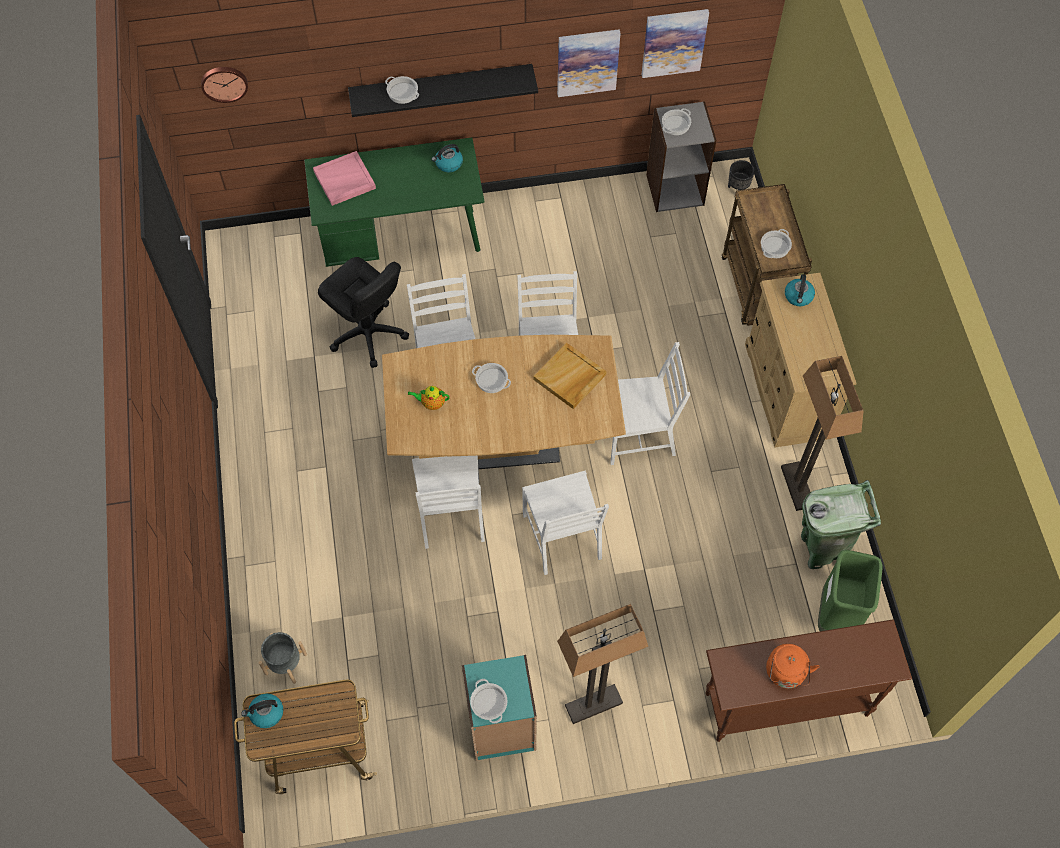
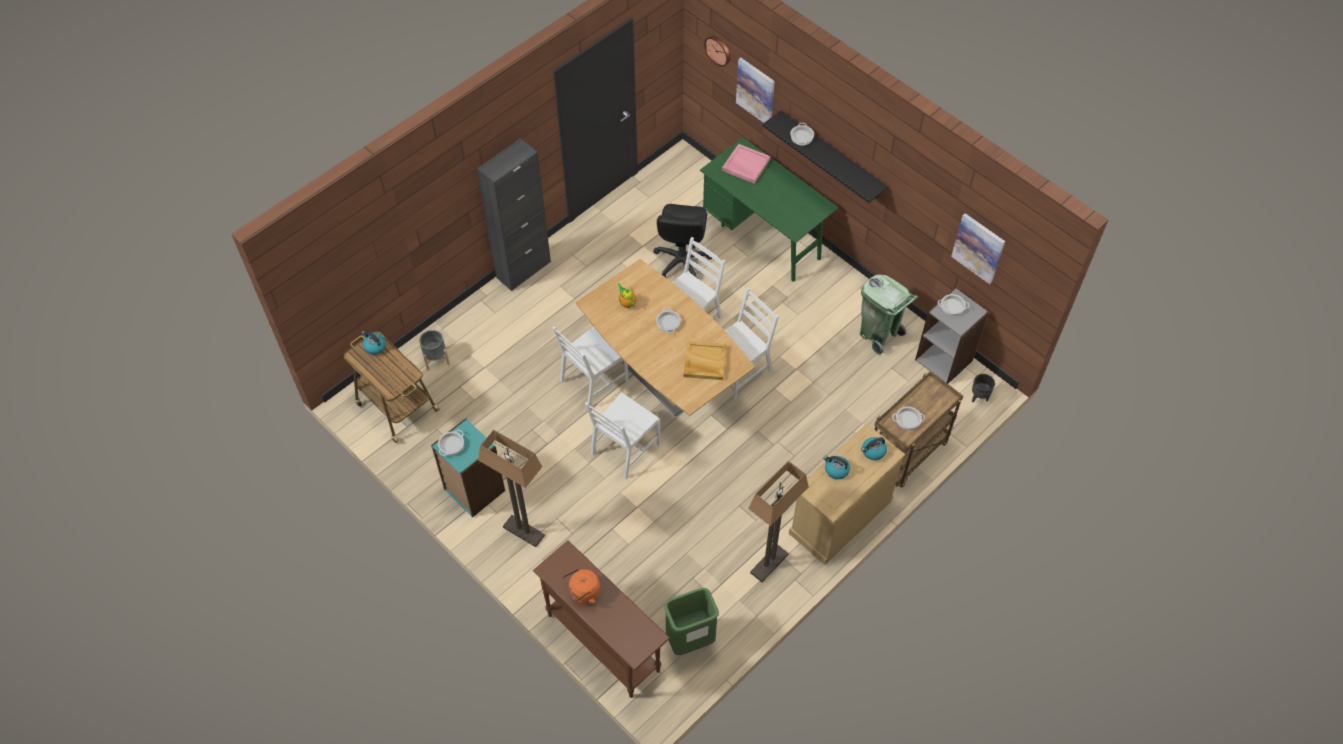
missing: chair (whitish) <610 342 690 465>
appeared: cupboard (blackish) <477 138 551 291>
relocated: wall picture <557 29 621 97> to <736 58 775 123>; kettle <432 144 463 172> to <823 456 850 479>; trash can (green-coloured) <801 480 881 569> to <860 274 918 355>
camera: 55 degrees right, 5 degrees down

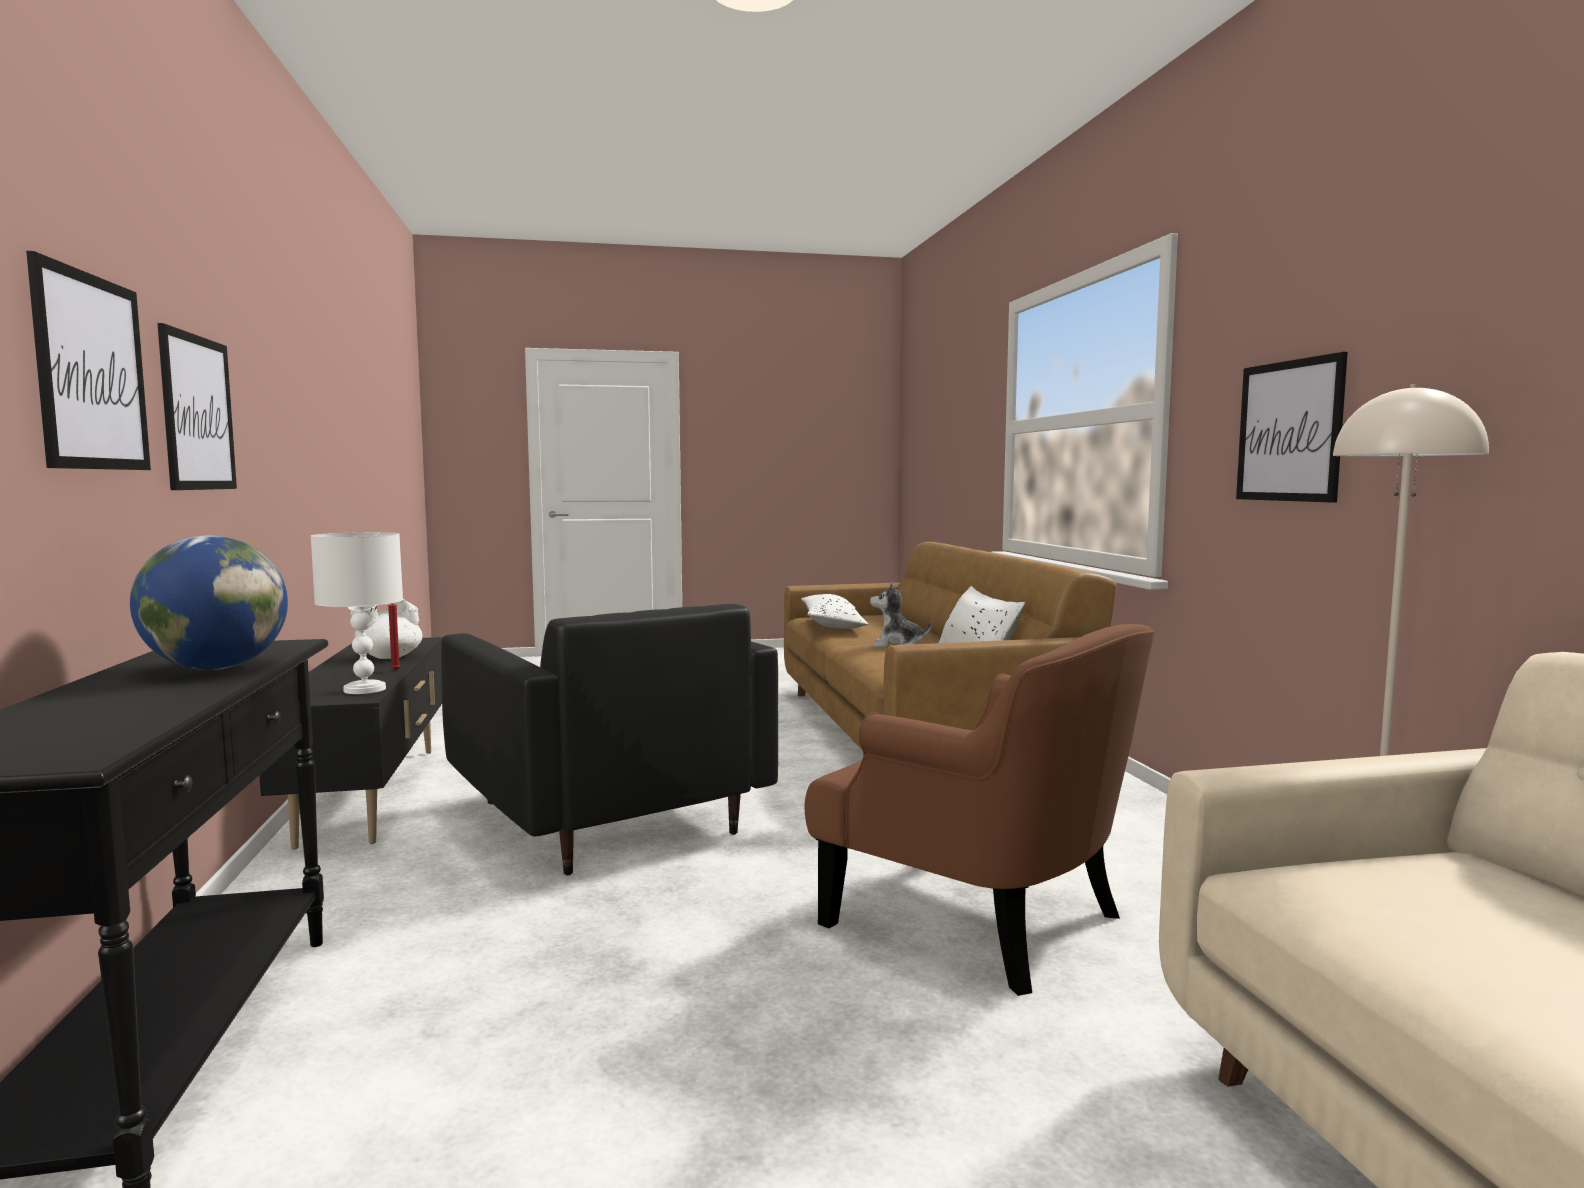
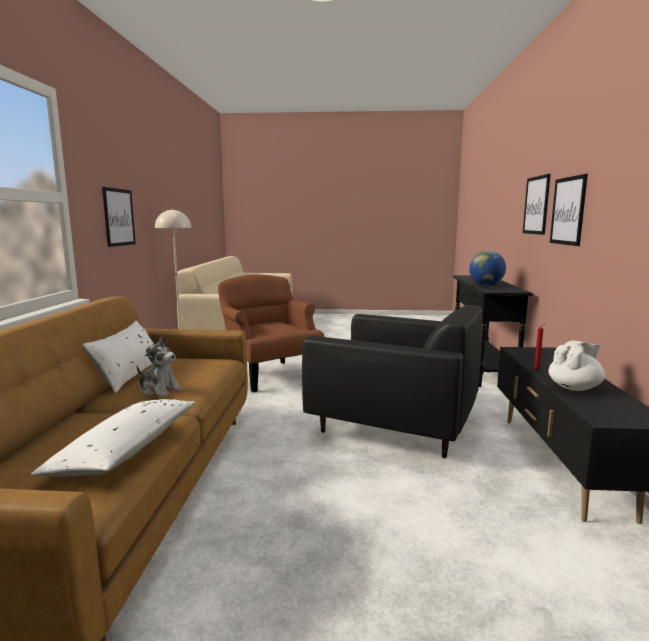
missing: table lamp (whitish) <311 532 403 694>
spun: armchair (blackish) <441 604 778 875> = <302 305 483 458> 135 degrees clockwise
camera: 165 degrees left, 5 degrees up

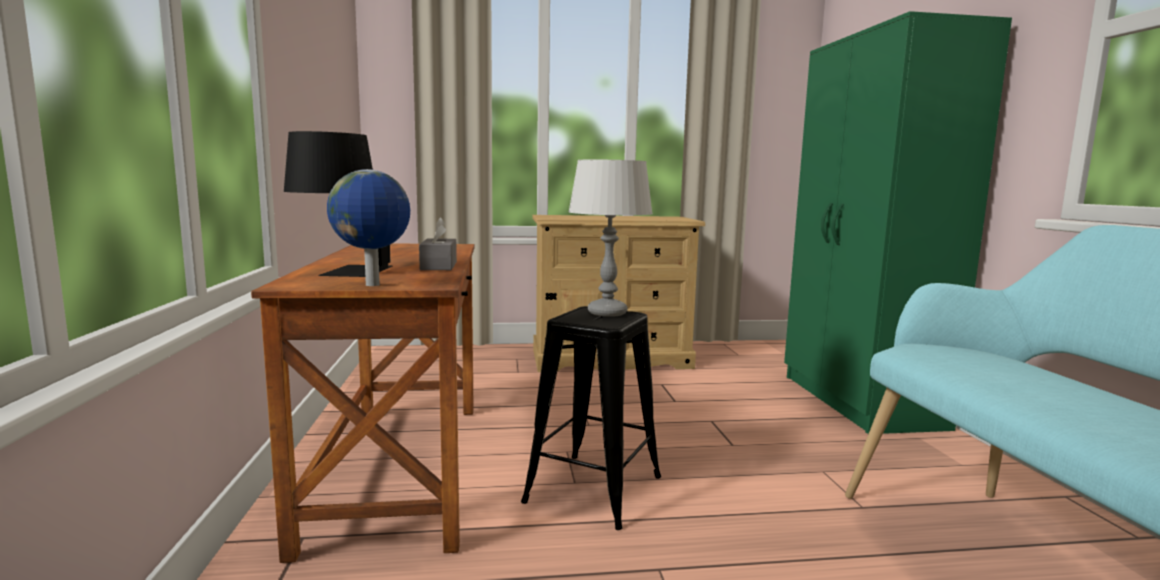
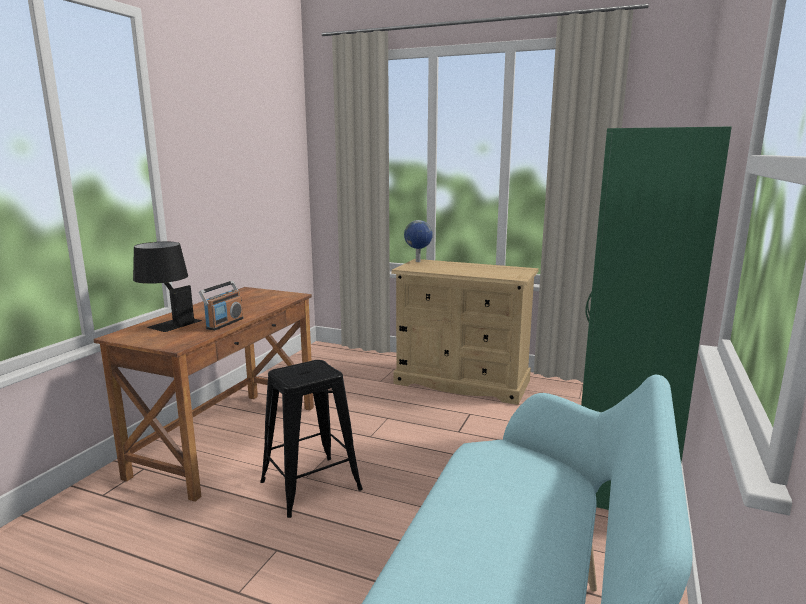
missing: table lamp (grey) <568 159 653 317>
relocated: desk globe <327 169 410 286> to <404 220 433 262>
exchanged: box of tissues (grey) <419 217 457 270> to radio <199 281 244 330>
camera: 30 degrees right, 5 degrees up

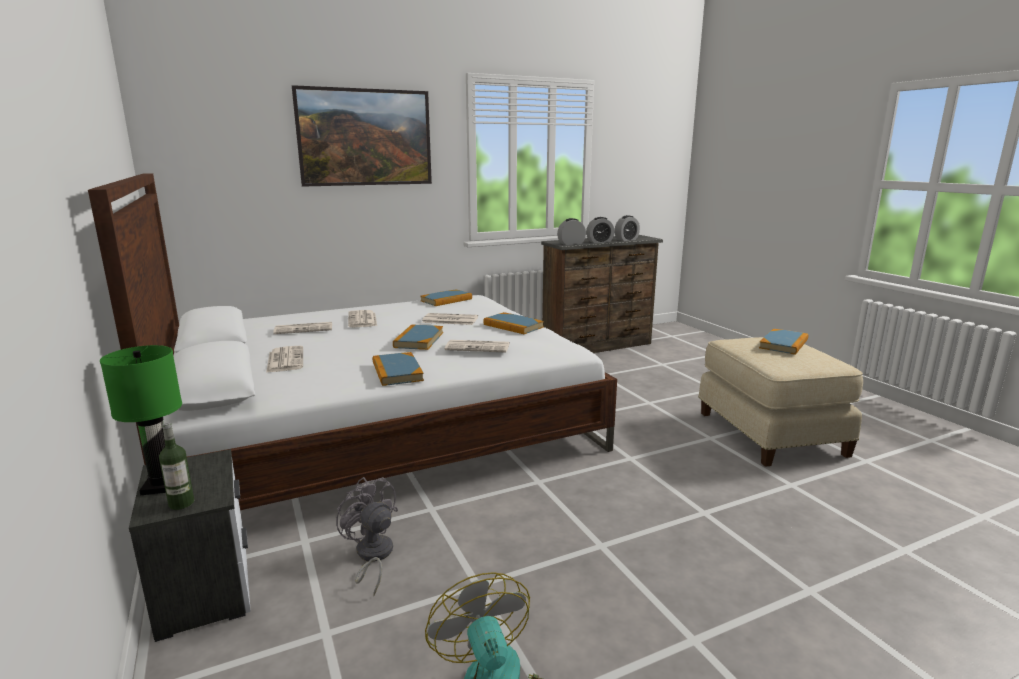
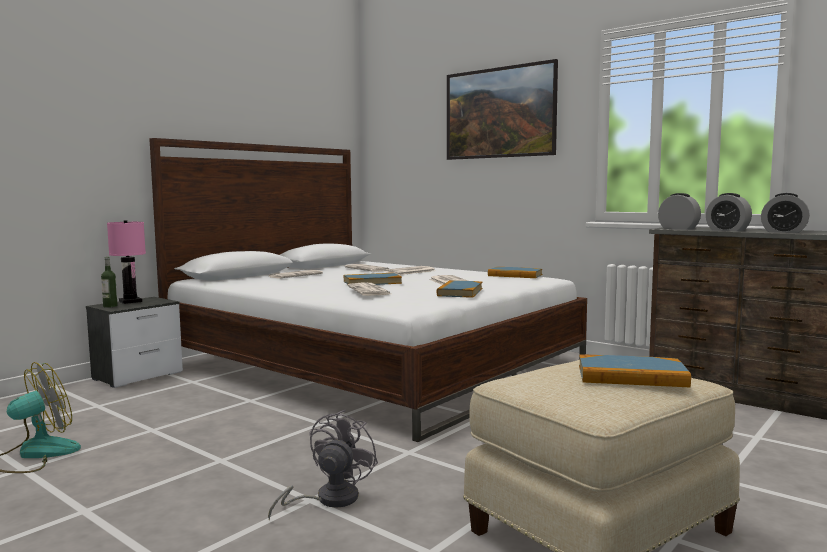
missing: book <373 352 424 386>
relocated: electric fan (grey) <336 477 398 596> to <268 410 378 521>
colour: table lamp (green-coloured) <100 345 182 495> to table lamp (pink) <107 220 146 304>
camera: 65 degrees right, 10 degrees down

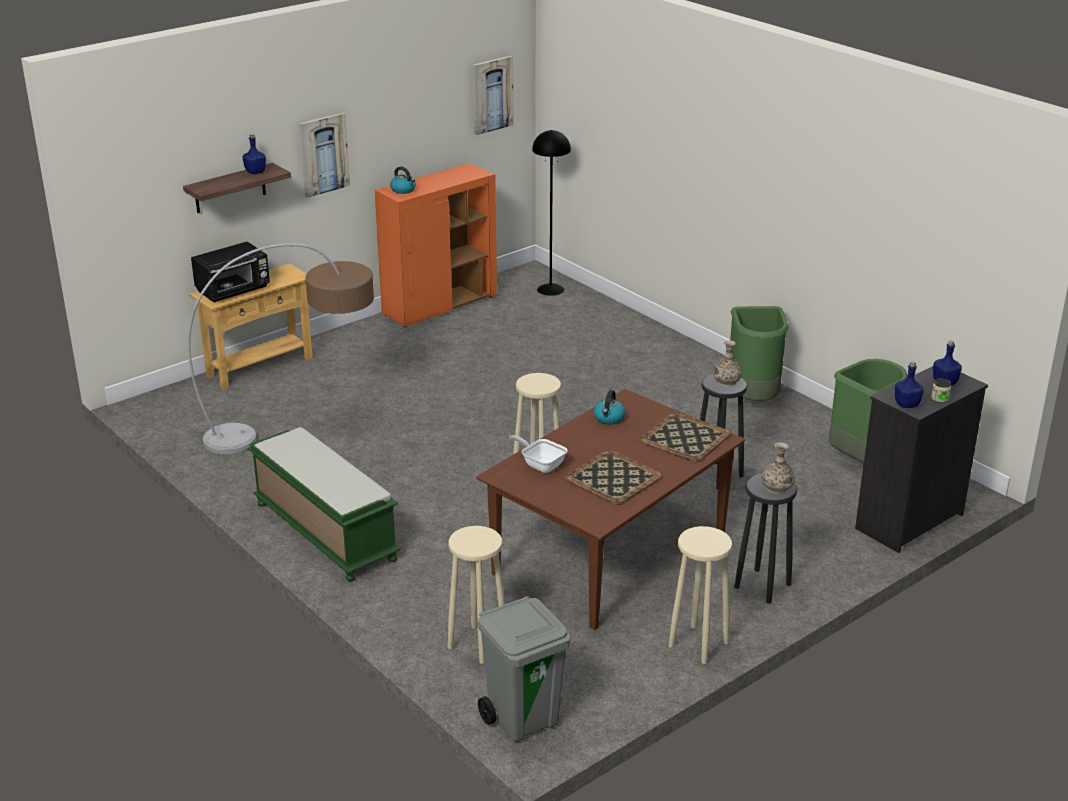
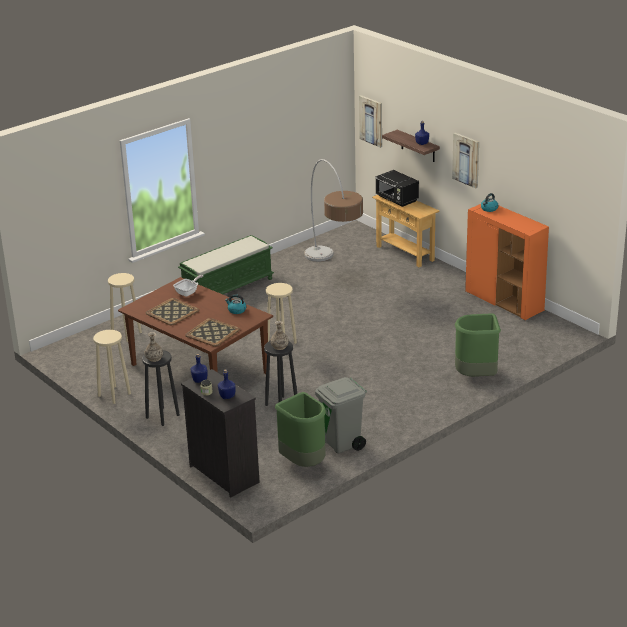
missing: floor lamp (blackish) <532 130 571 296>
relocated: trash can (grey) <478 596 570 742> to <315 377 367 454>; wall picture <473 56 514 135> to <359 95 382 148>; trash can (green-coloured) <730 306 788 401> to <455 313 501 377>
camera: 90 degrees right, 0 degrees up

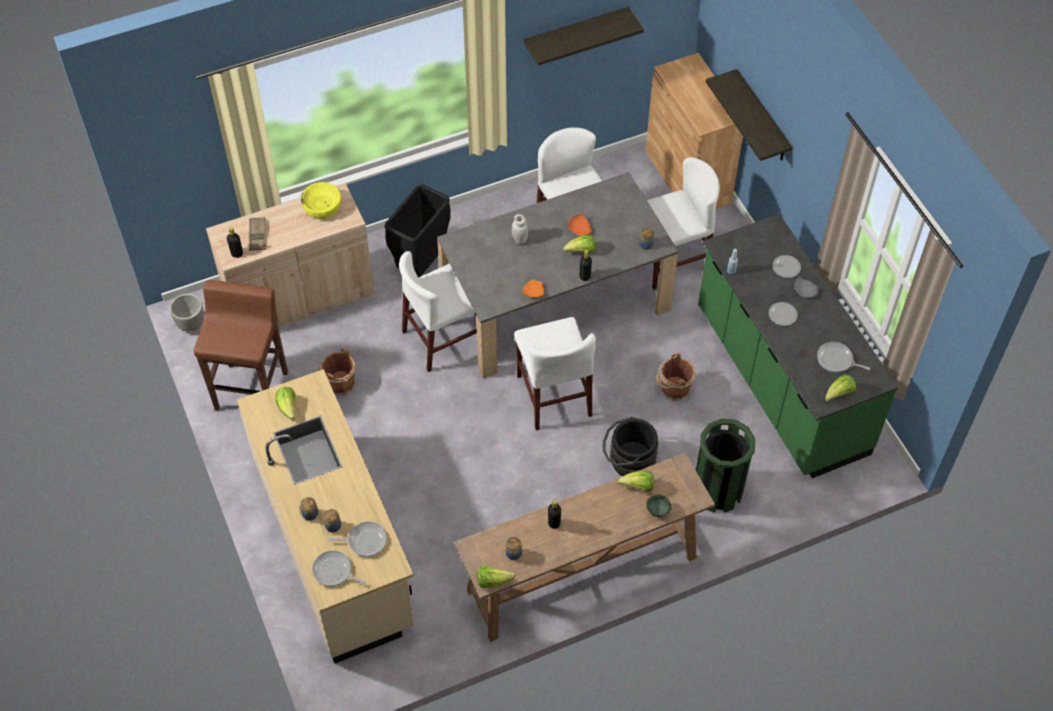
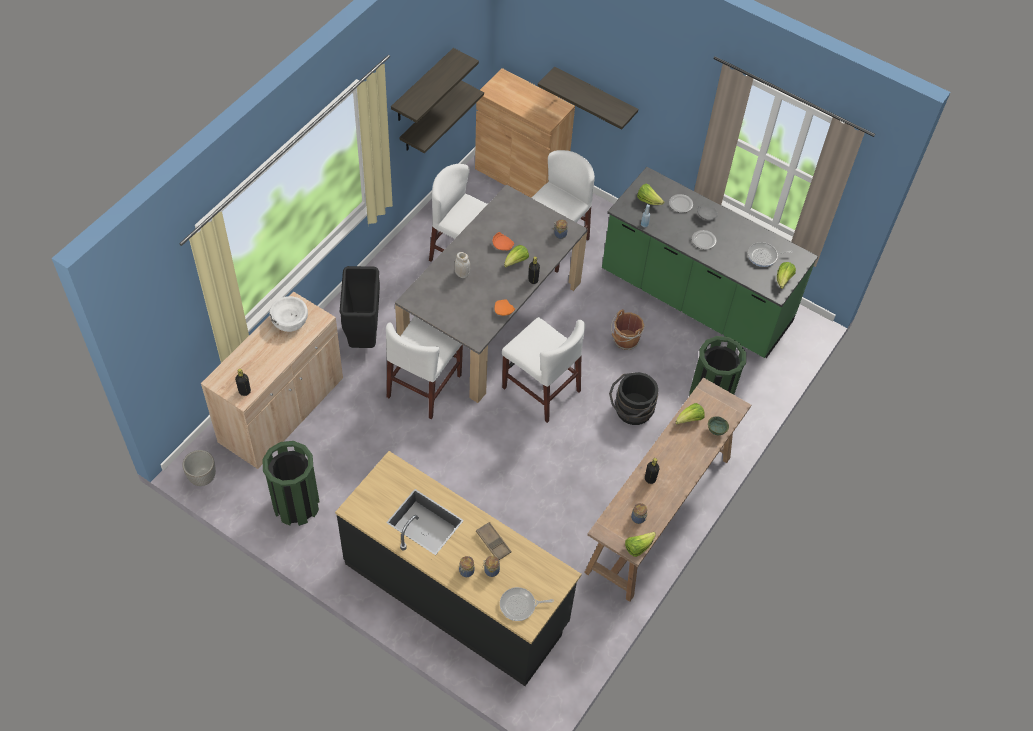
missing: water bucket (brownish) <318 348 356 395>; frying pan <328 522 387 557>
appeared: bracket shelf <400 80 484 153>
relocated: carrying tray (brownish) <249 217 266 251> to <476 522 511 560>; lettuce head <275 387 296 420> to <637 184 664 205>
exchanged: stool (brownish) <194 280 288 410> to trash can (green-coloured) <263 441 320 526>
colour: bowl (yellow) <301 182 341 219> to bowl (whitish) <270 296 308 332>; kitchen counter (beige-coloured) <237 369 414 663> to kitchen counter (blackish) <335 451 582 686>
camera: 35 degrees left, 0 degrees up

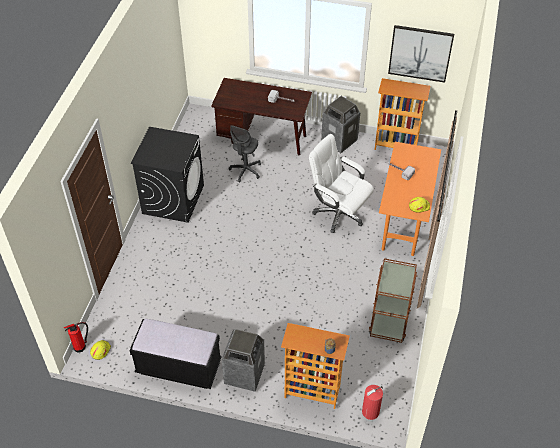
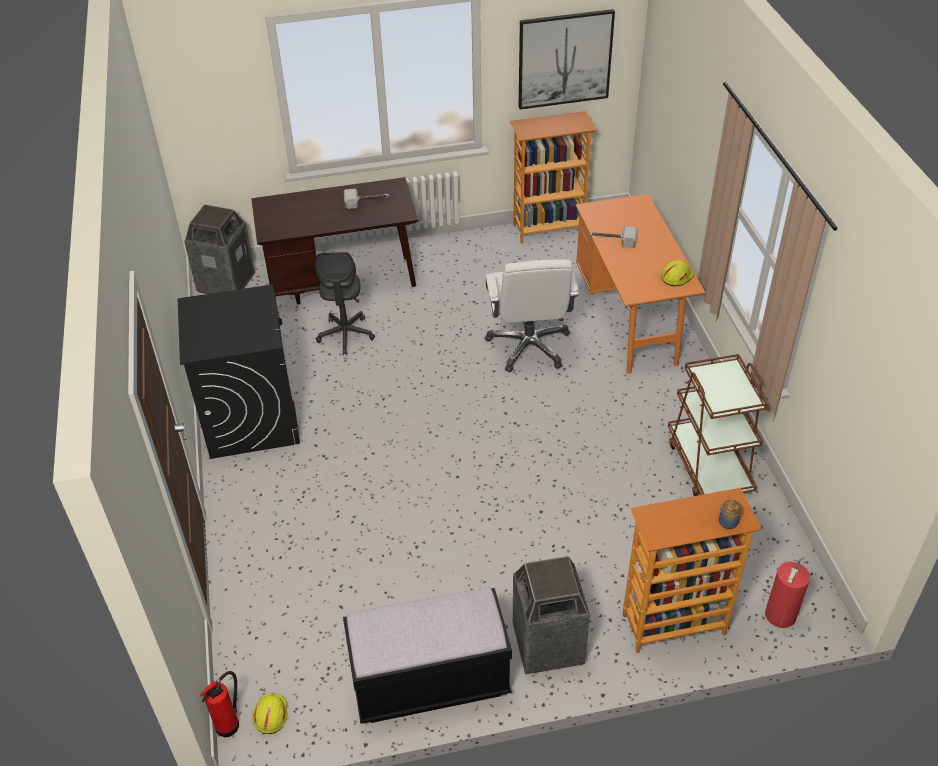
relocated: trash can <321 96 360 153> to <184 204 255 294>
spun: computer chair (whitish) <309 134 374 233> = <485 259 579 372> 105 degrees counterclockwise
camera: 25 degrees left, 5 degrees down

